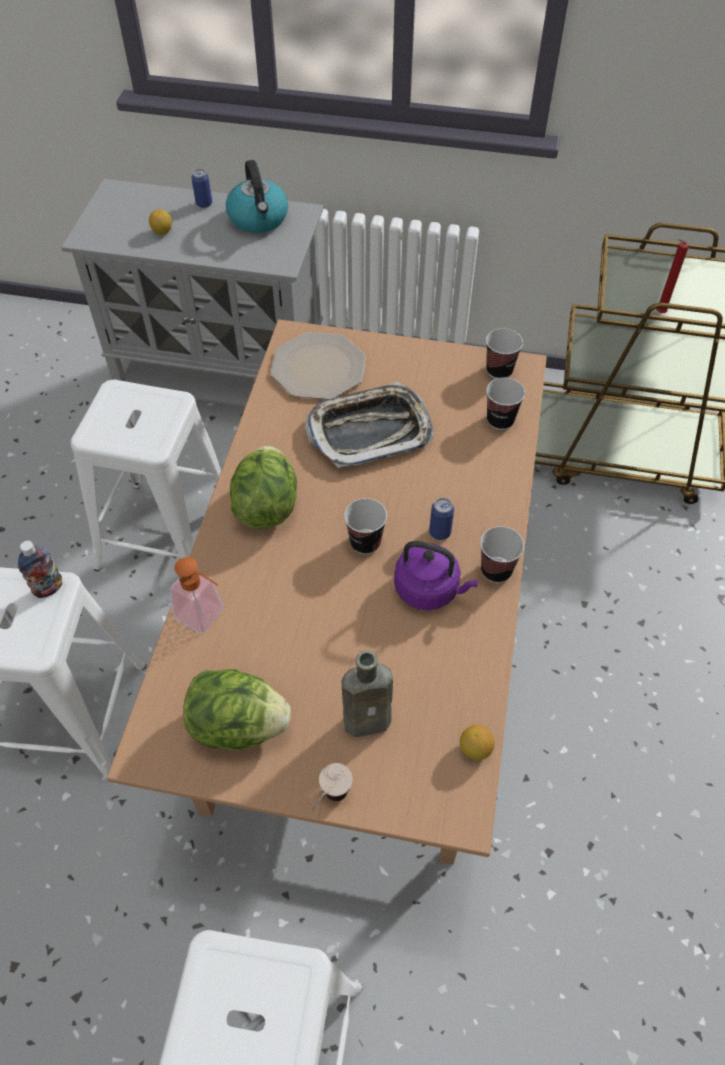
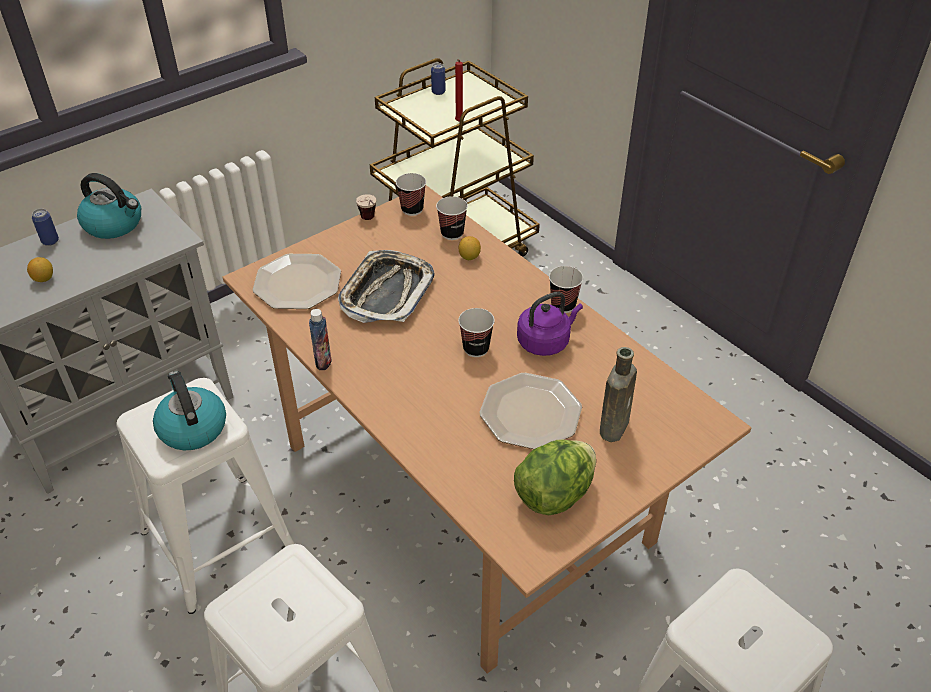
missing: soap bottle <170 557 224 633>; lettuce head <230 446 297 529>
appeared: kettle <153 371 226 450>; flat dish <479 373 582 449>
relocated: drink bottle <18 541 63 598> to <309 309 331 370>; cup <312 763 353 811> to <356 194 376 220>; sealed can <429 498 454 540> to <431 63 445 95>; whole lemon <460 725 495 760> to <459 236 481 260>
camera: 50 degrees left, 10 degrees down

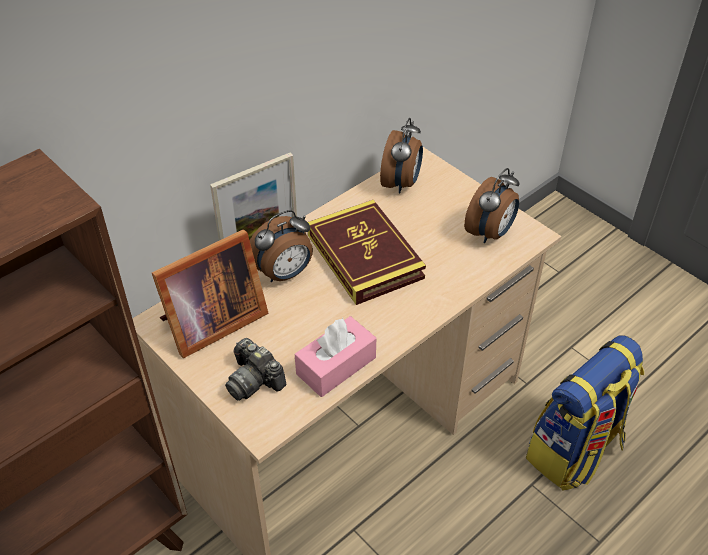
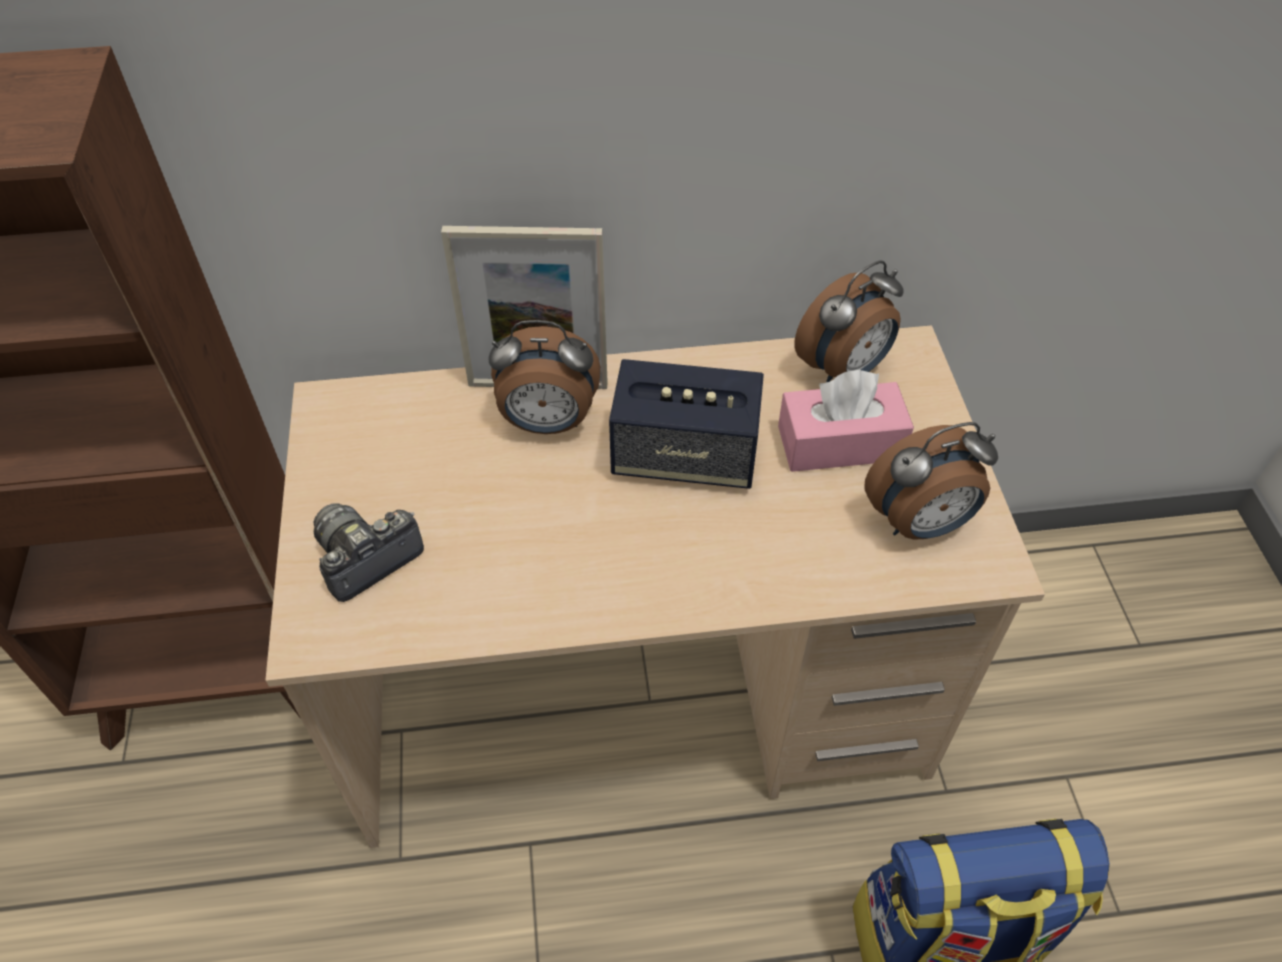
missing: picture frame <152 229 269 358>
relocated: box of tissues (pink) <295 316 376 397> to <778 369 914 472>
exchanged: book <308 200 426 305> to speaker <609 359 764 489>
spun: still camera <225 338 286 401> = <314 503 424 602> 60 degrees clockwise
camera: 35 degrees right, 5 degrees up

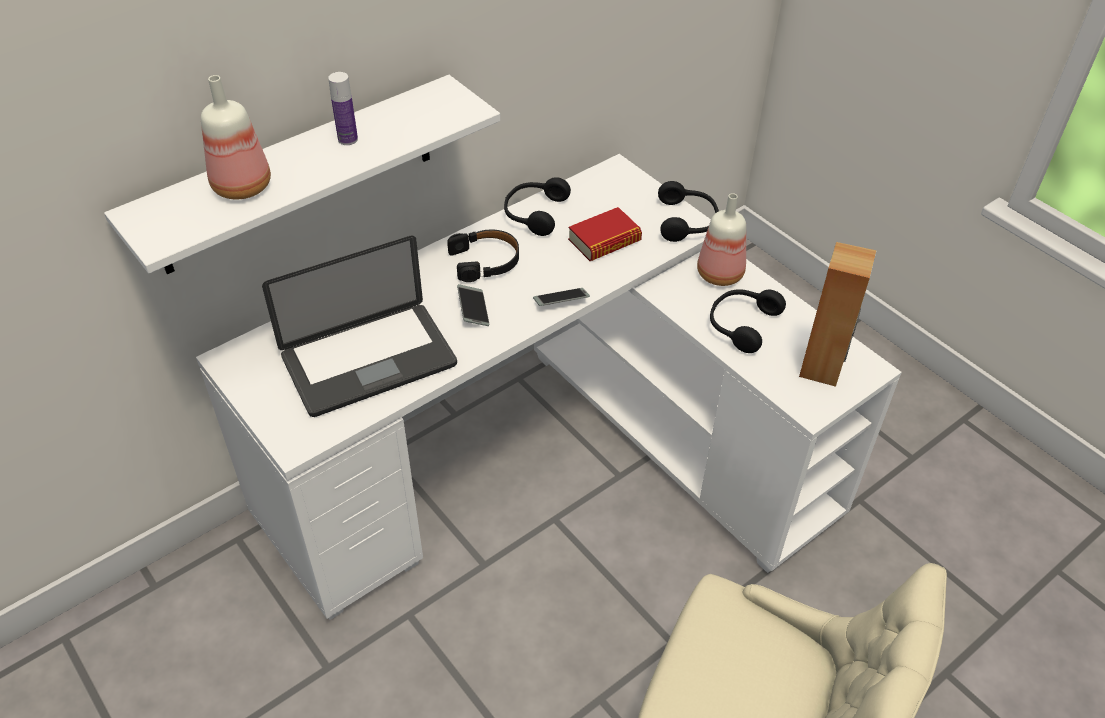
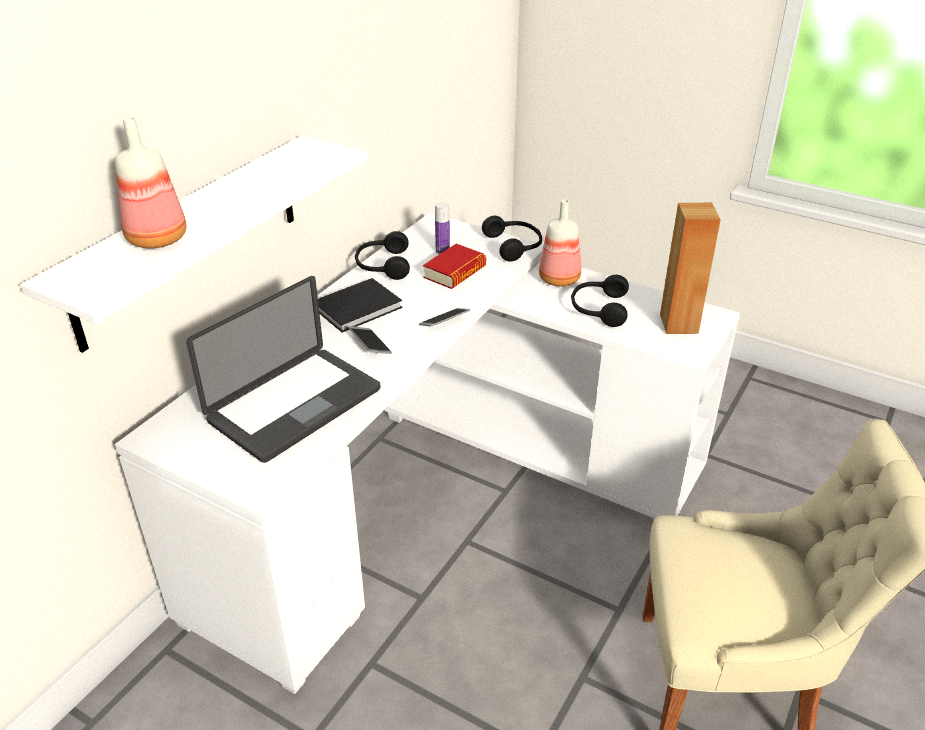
relocated: drink bottle <328 72 358 145> to <435 202 450 254>
exchanged: pair of headphones (blackish) <447 230 519 282> to book (blackish) <318 278 402 332>
camera: 20 degrees left, 10 degrees down

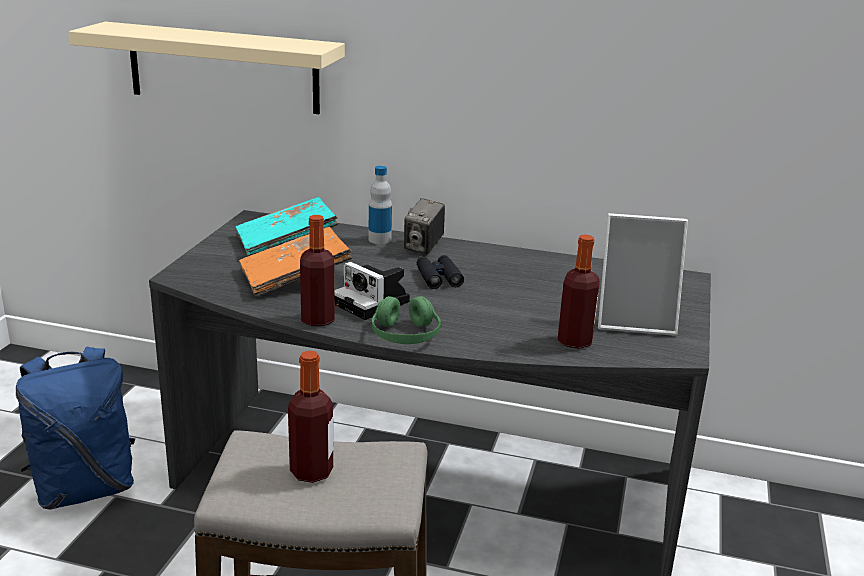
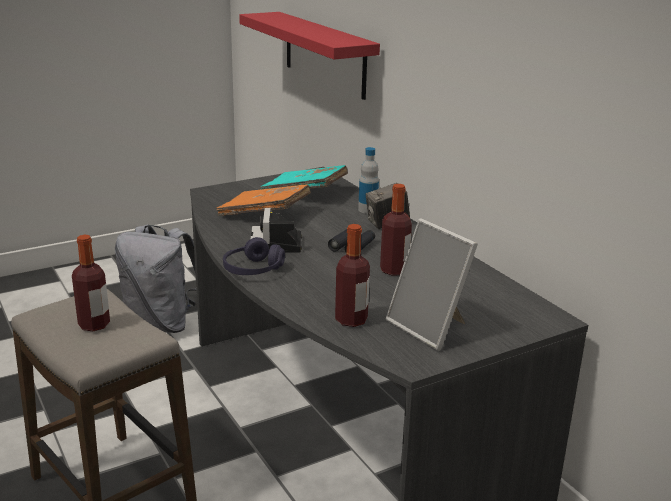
relocated: drink bottle <300 215 335 326> to <380 184 412 276>
colour: knapsack (blue) <16 346 135 510> to knapsack (grey) <115 224 196 333>; pair of headphones (green-coloured) <372 296 441 344> to pair of headphones (purple) <223 237 285 275>; bracket shelf (beige-coloured) <69 22 345 114> to bracket shelf (red-coloured) <239 12 380 100>
camera: 45 degrees right, 0 degrees up

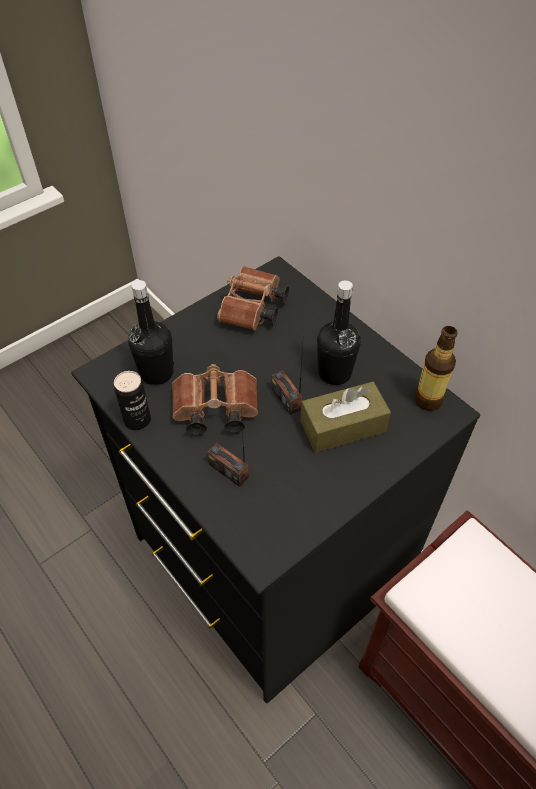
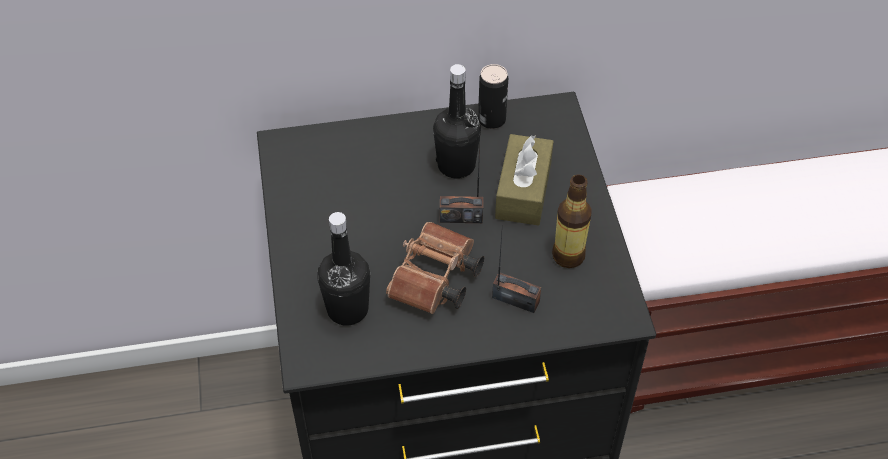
missing: field glasses (brownish) <217 266 289 330>
relocated: sealed can <114 371 151 430> to <478 64 508 129>; drink bottle <414 326 458 411> to <552 175 592 268>
spun: radio <207 409 249 487> = <492 233 541 313> 135 degrees counterclockwise
camera: 60 degrees left, 0 degrees up

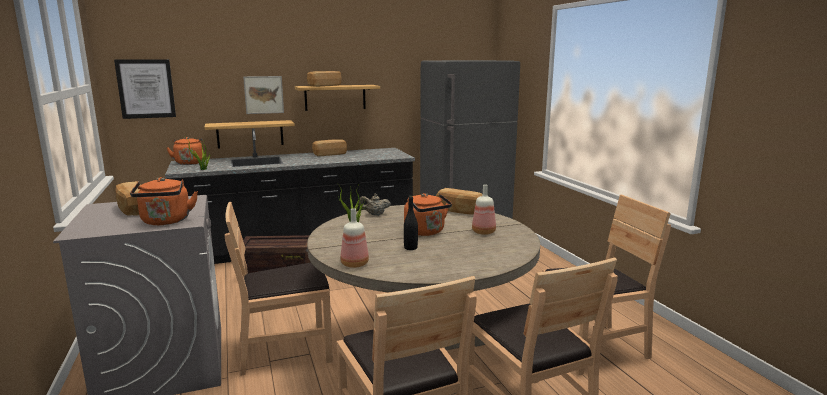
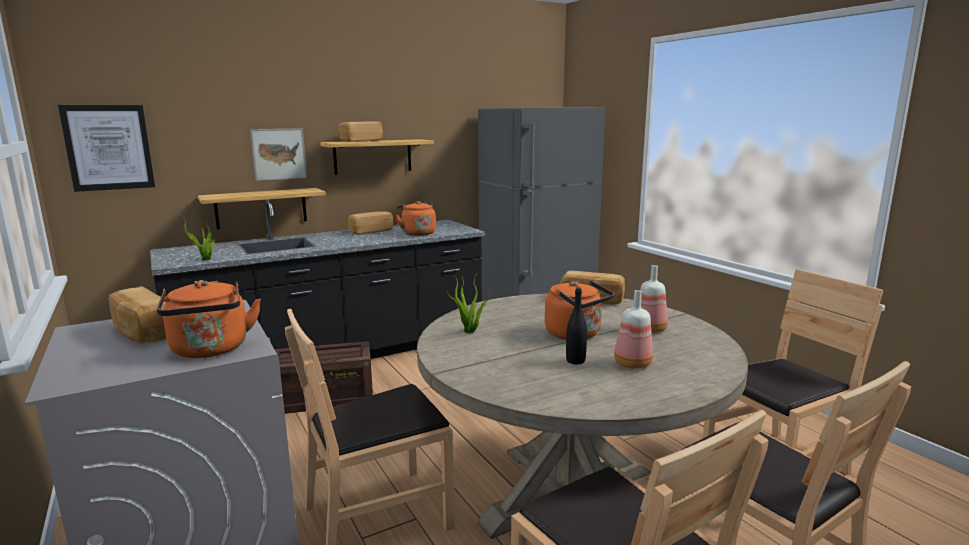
missing: pot for tea (beige-coloured) <359 193 391 216>
relocated: kettle (orange) <166 137 202 165> to <396 201 436 236>; drink bottle <340 208 369 268> to <614 290 653 369>
camera: 10 degrees left, 0 degrees up

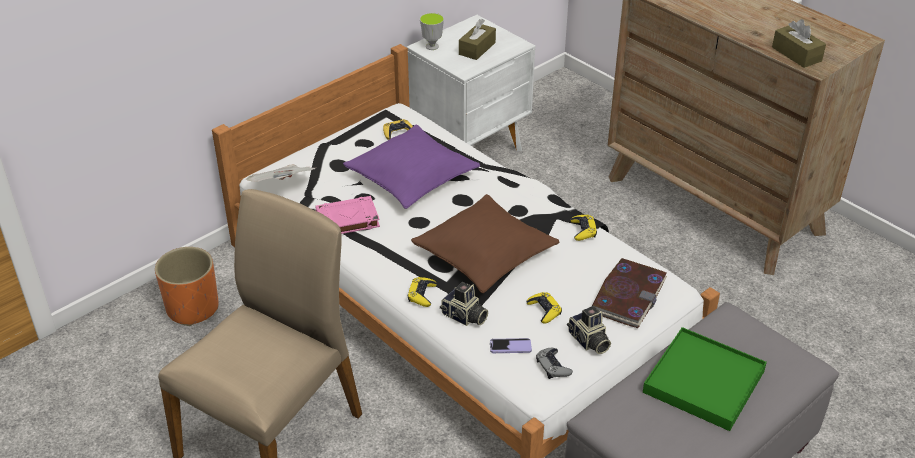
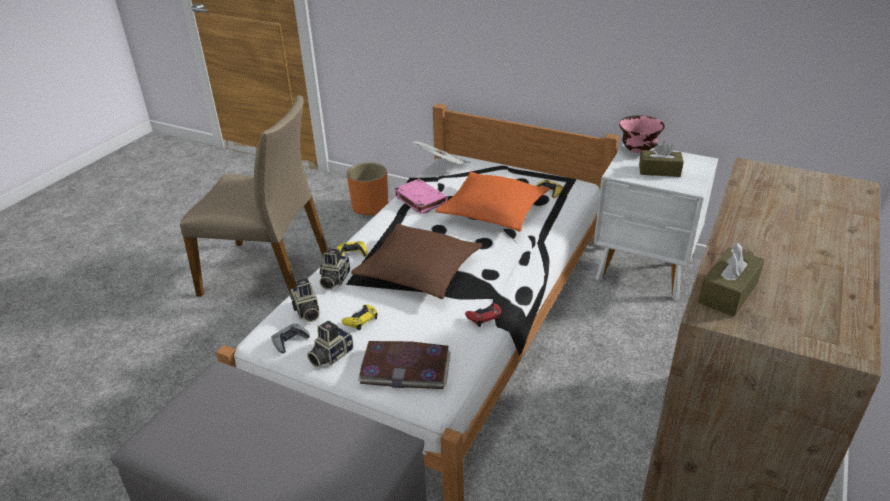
missing: carrying tray (green-coloured) <643 327 767 431>
exchanged: telephone <490 338 532 353> to still camera <290 278 320 322>; cup <420 13 444 50> to bowl (pink) <619 115 665 153>
colour: throw pillow (purple) <343 125 480 209> to throw pillow (orange) <436 172 549 232>; gamepad (yellow) <570 215 597 241> to gamepad (red-coloured) <465 303 502 327>
camera: 70 degrees right, 5 degrees down

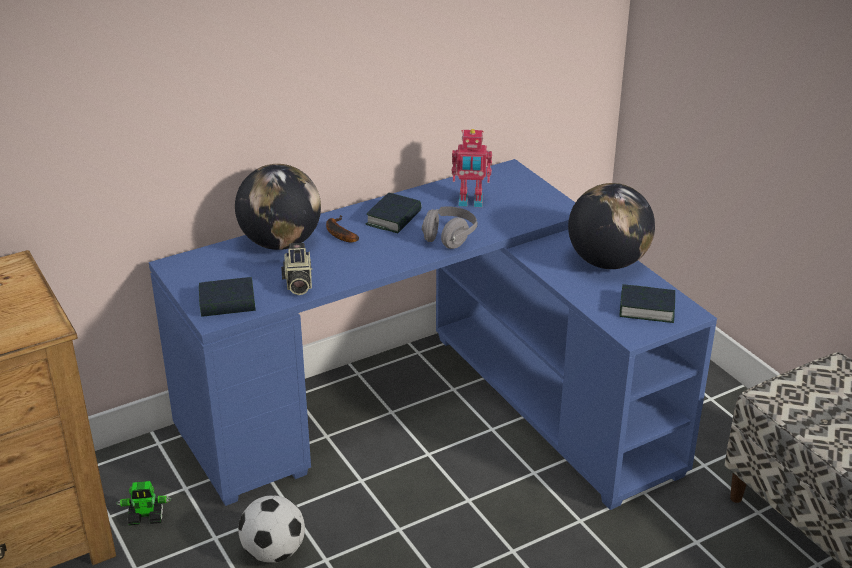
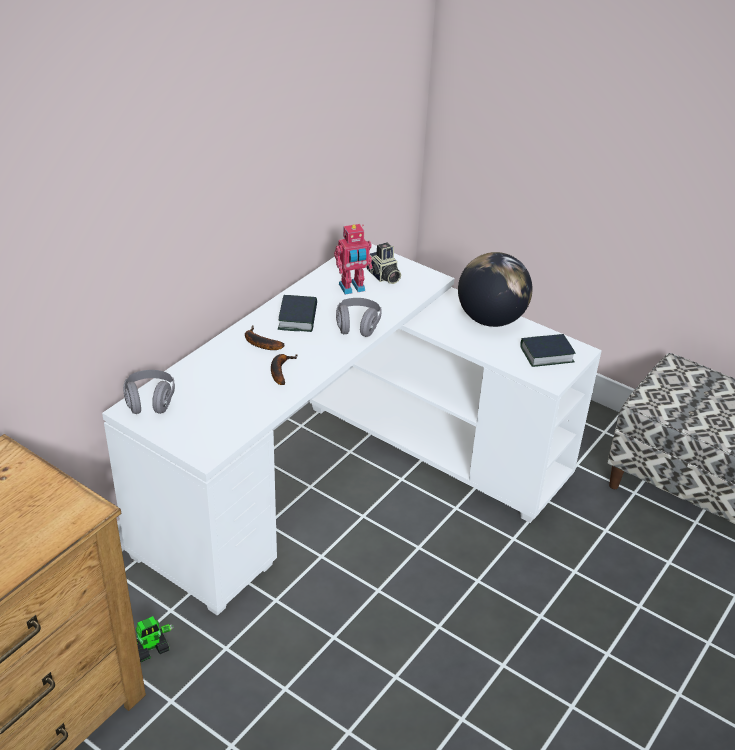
missing: book <199 277 256 317>; desk globe <235 164 321 250>; football ball <238 495 305 563>
appeared: pair of headphones (grey) <123 370 175 414>; whole banana <271 354 297 385>
relocated: still camera <281 243 312 295> to <366 243 401 284>
colour: desk table (blue) <149 159 717 510> to desk table (whitish) <102 244 602 616>
camera: 25 degrees left, 5 degrees up

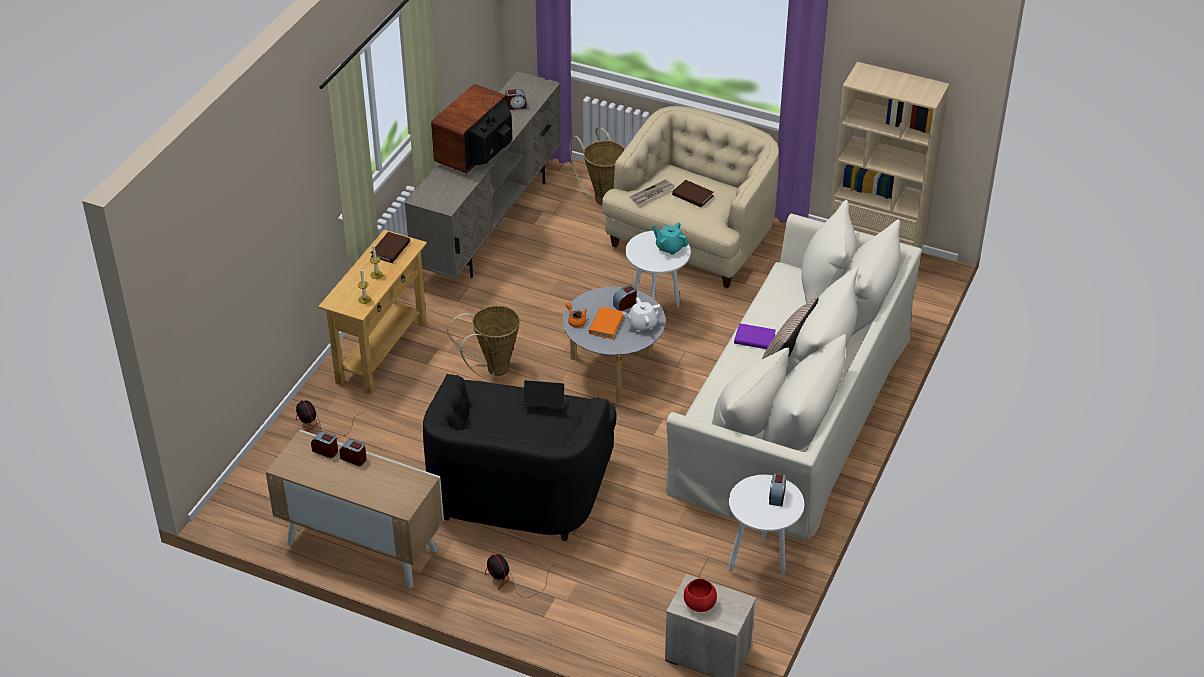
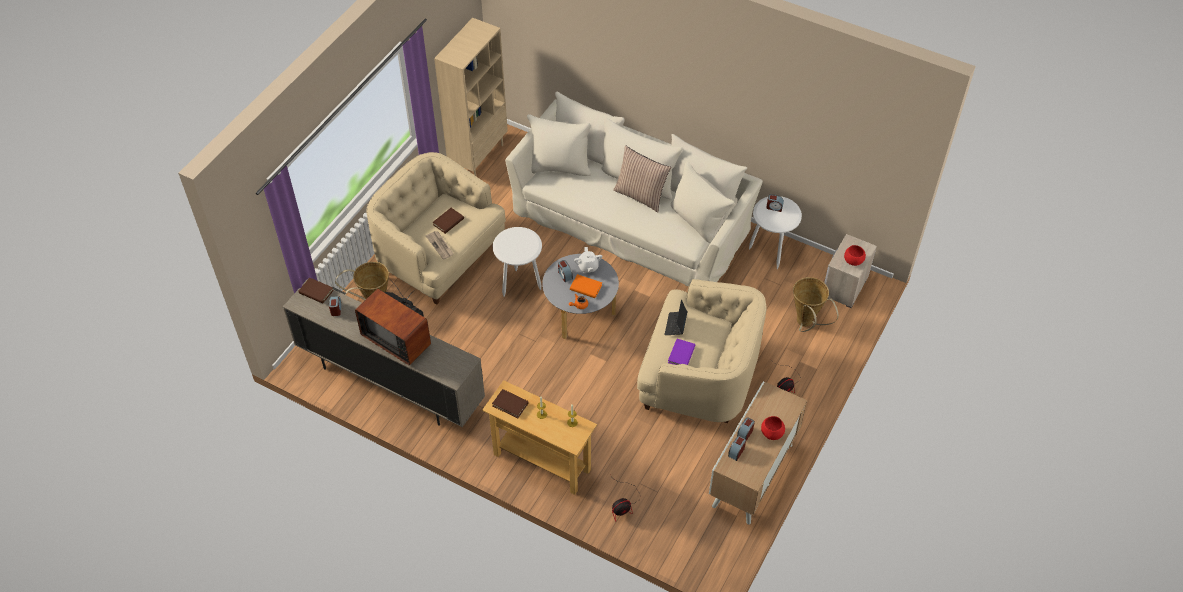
missing: pot for tea (turquoise) <652 222 688 255>
appeared: book (brownish) <299 278 334 303>; bowl (red-coloured) <761 416 785 440>
relocated: book (purple) <734 323 776 349> to <668 339 695 365>; household basket <447 305 520 379> to <793 277 839 332>
colour: armchair (blackish) <423 374 617 541> to armchair (beige-coloured) <637 279 767 423>
camera: 85 degrees left, 10 degrees up

